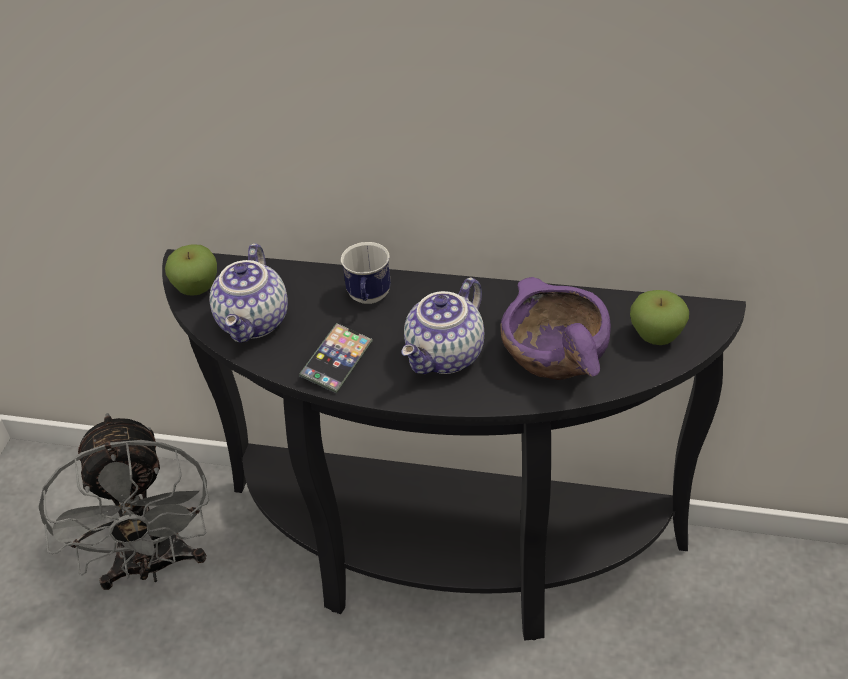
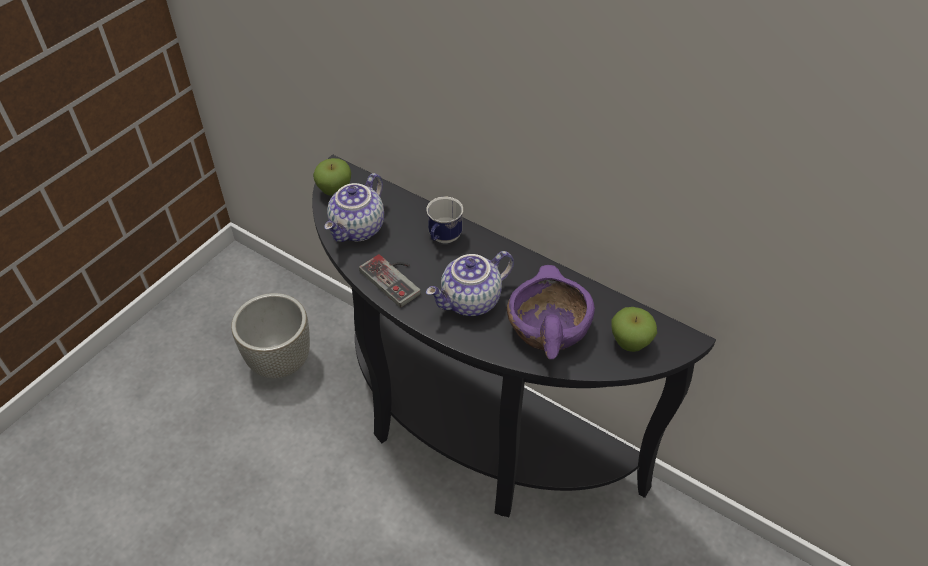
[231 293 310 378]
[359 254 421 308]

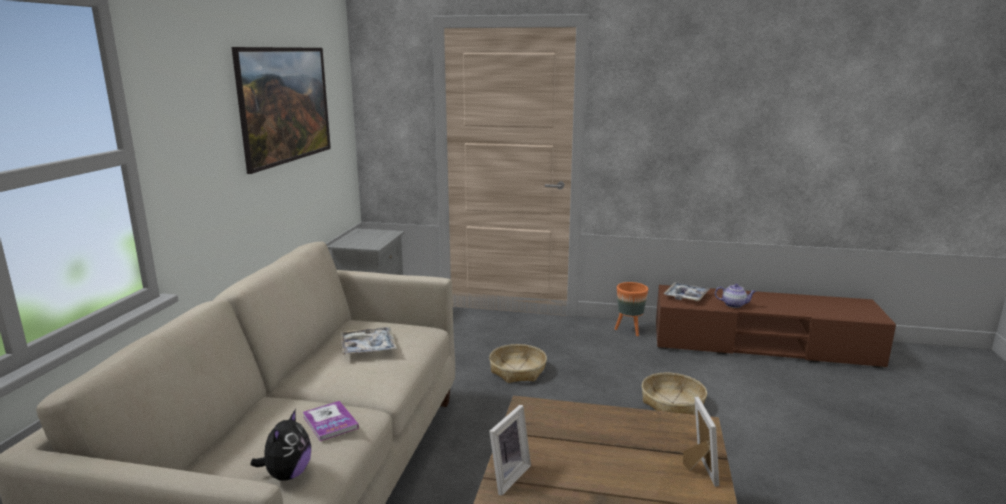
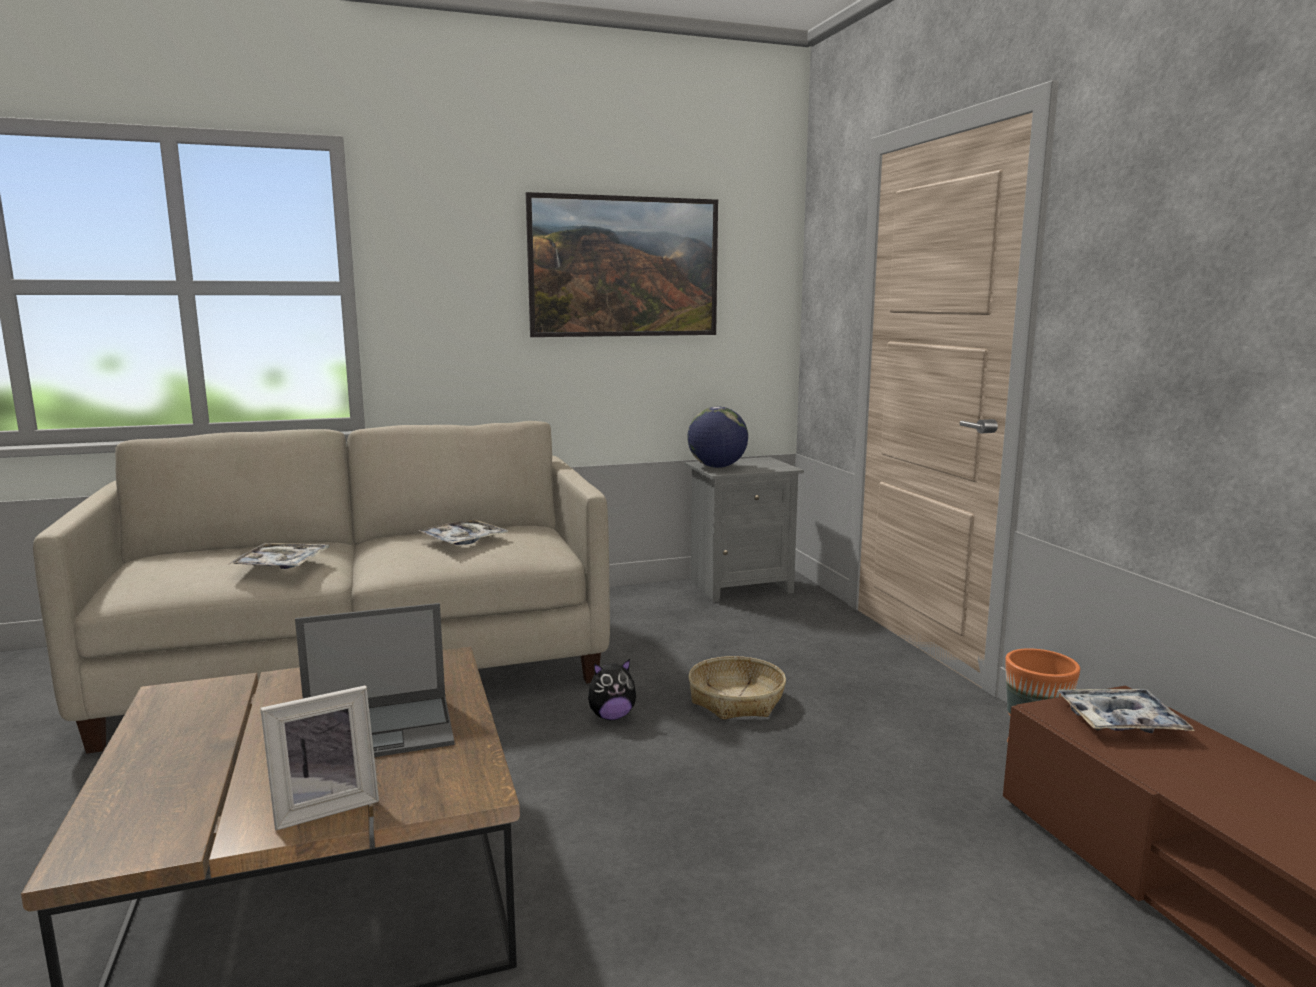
[227 543 329 569]
[295 603 454 757]
[588 659 636 720]
[687 407 748 468]
[489 405 531 496] (first image)
[642 373 707 415] (first image)
[715 284 756 308] (first image)

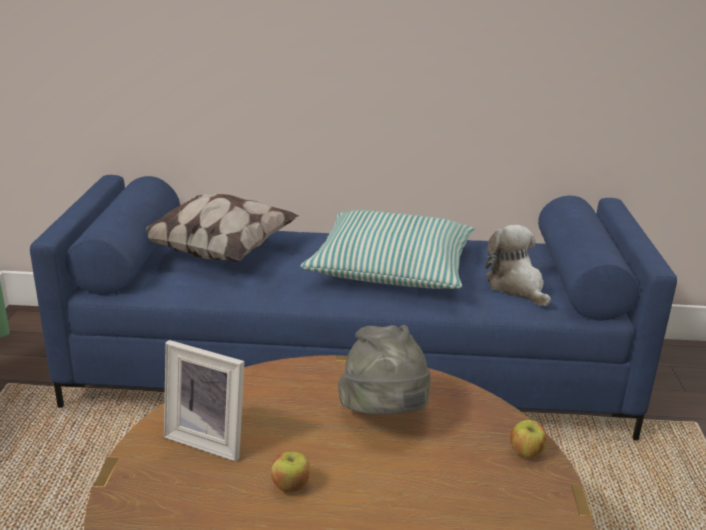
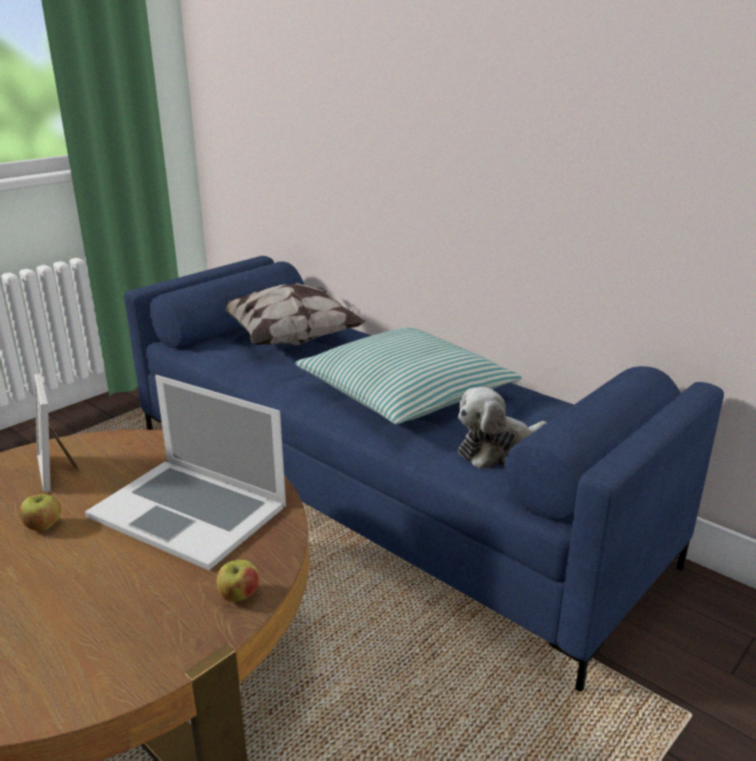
[85 375 286 570]
[458 387 547 469]

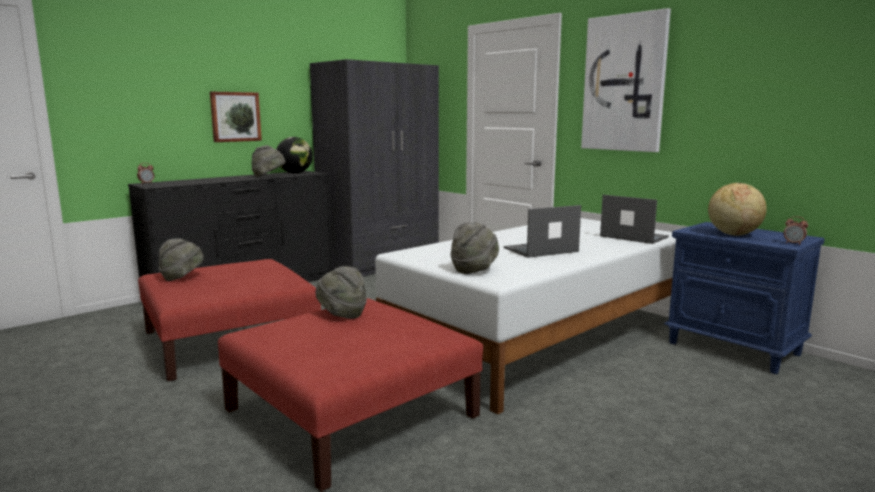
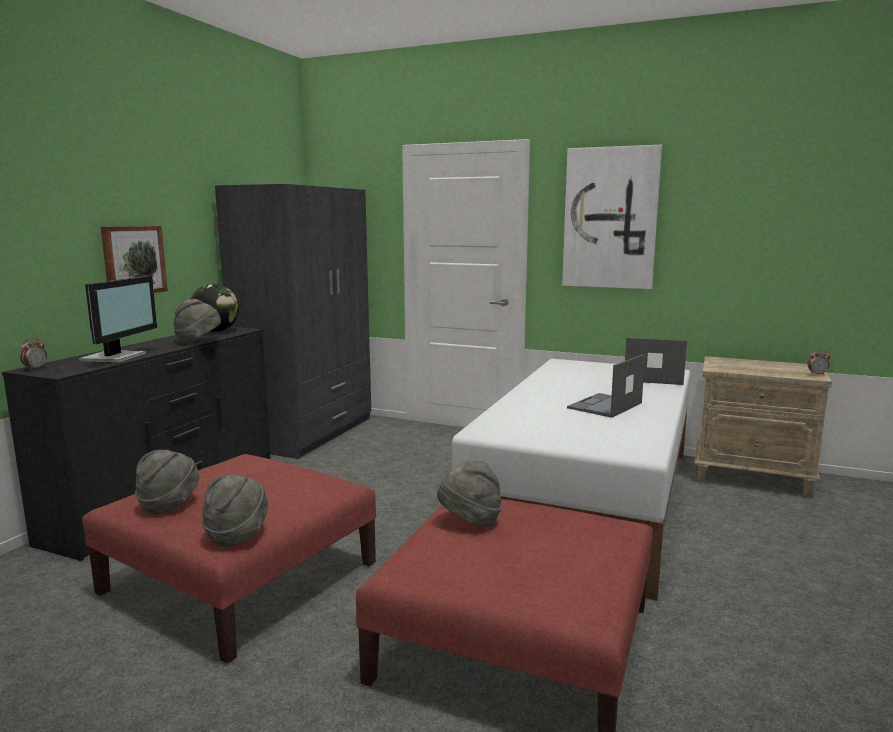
[79 276 157 363]
[202 474 268 547]
[694 356 832 497]
[708 183 767 235] (first image)

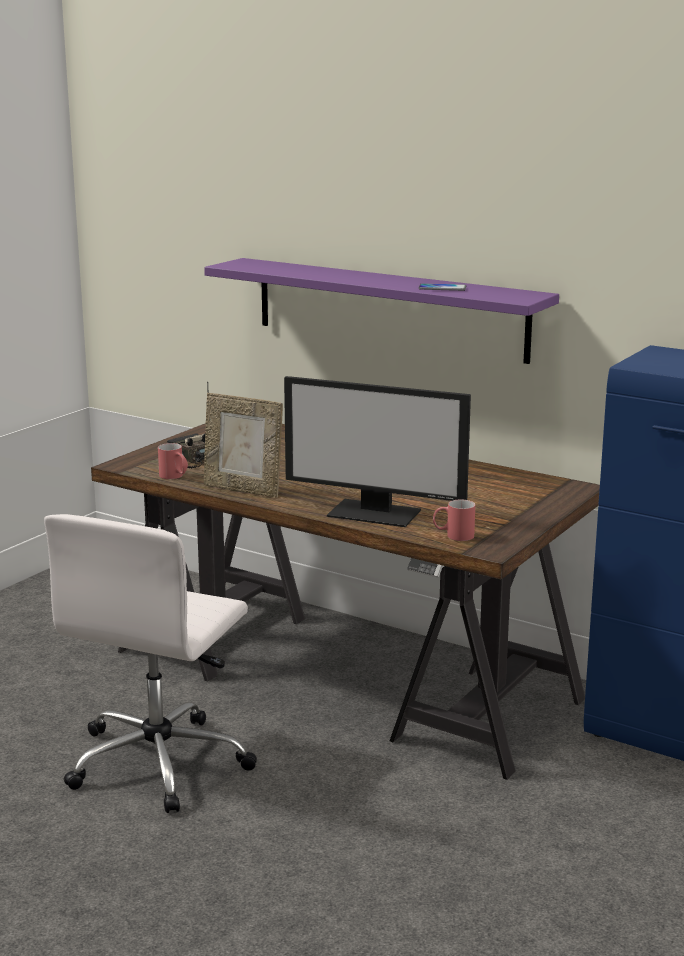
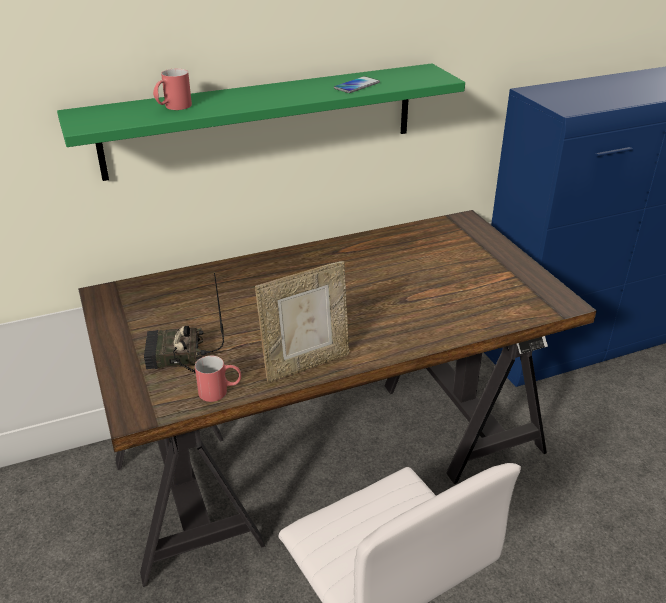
[57 64 465 181]
[153 69 192 110]
[284 376 471 527] (first image)

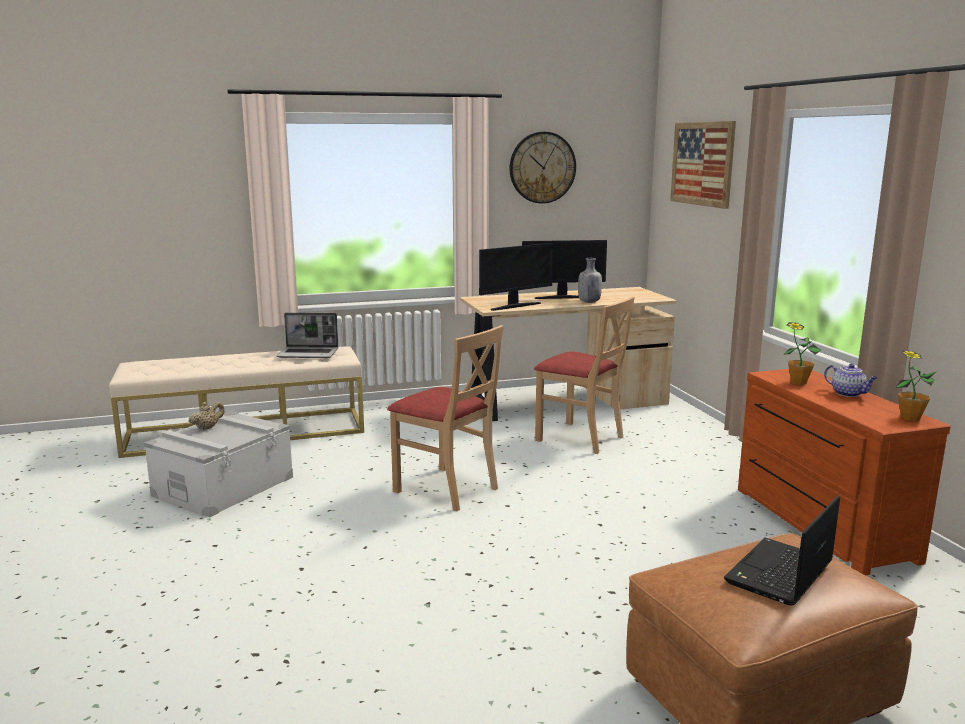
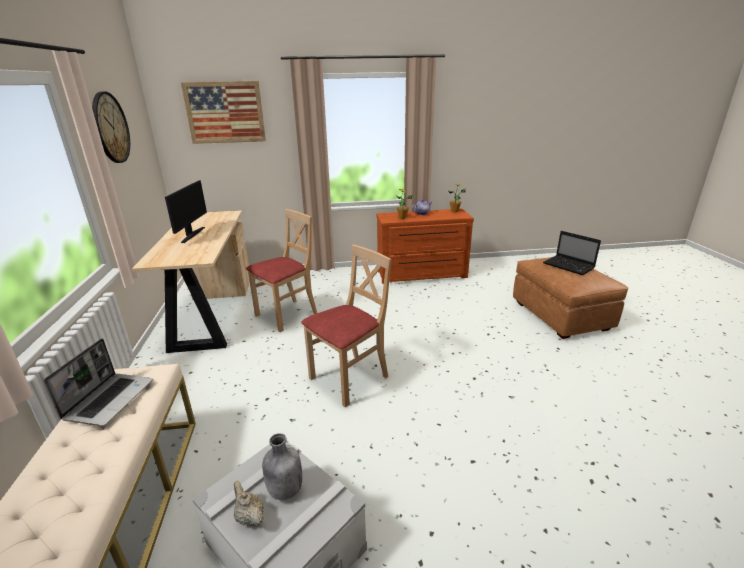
[262 433 302 500]
[479 243 553 311] (first image)

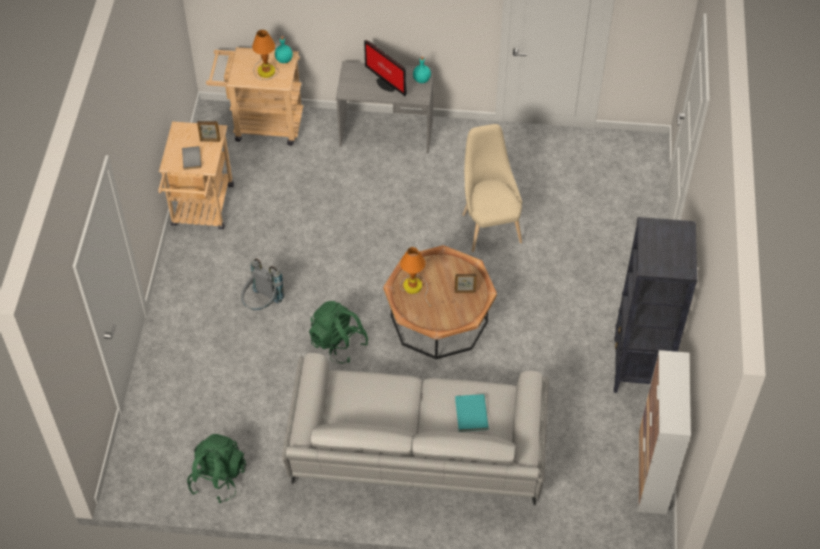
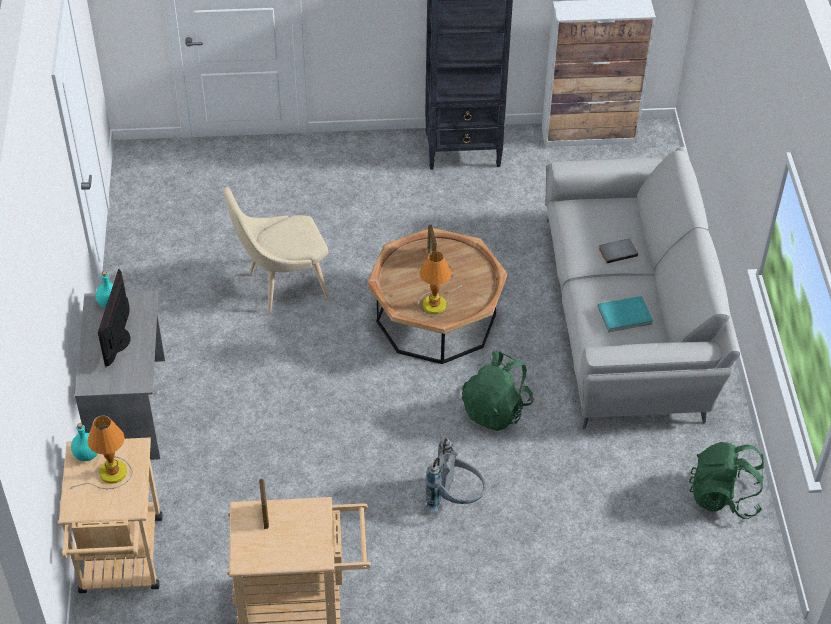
[98 269 131 367]
[598 296 653 332]
[599 239 638 263]

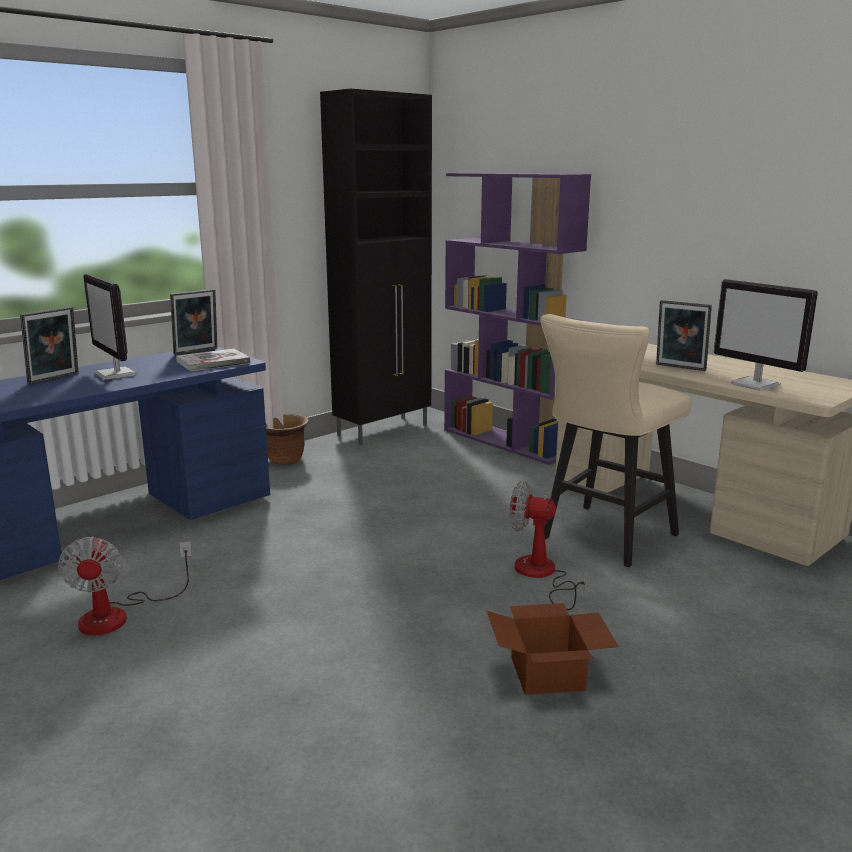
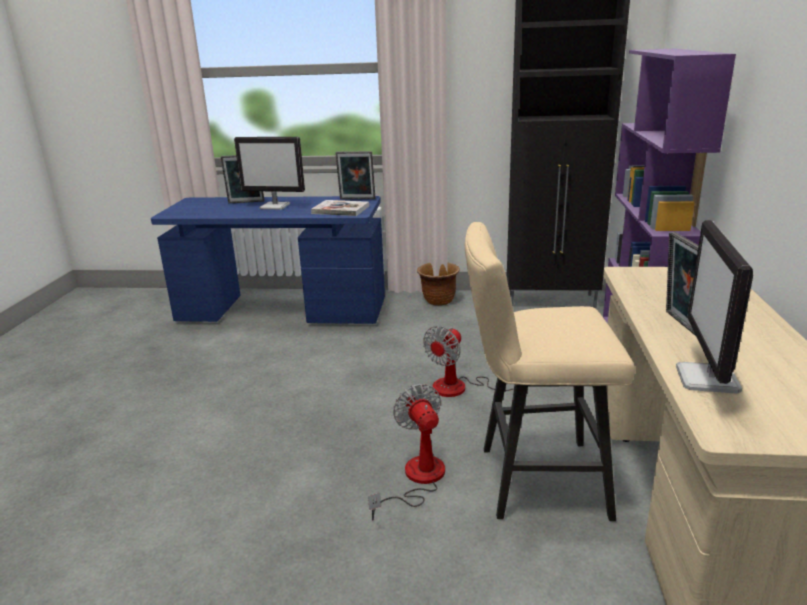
[234 137 305 210]
[423 326 514 397]
[487 603 619 695] (first image)

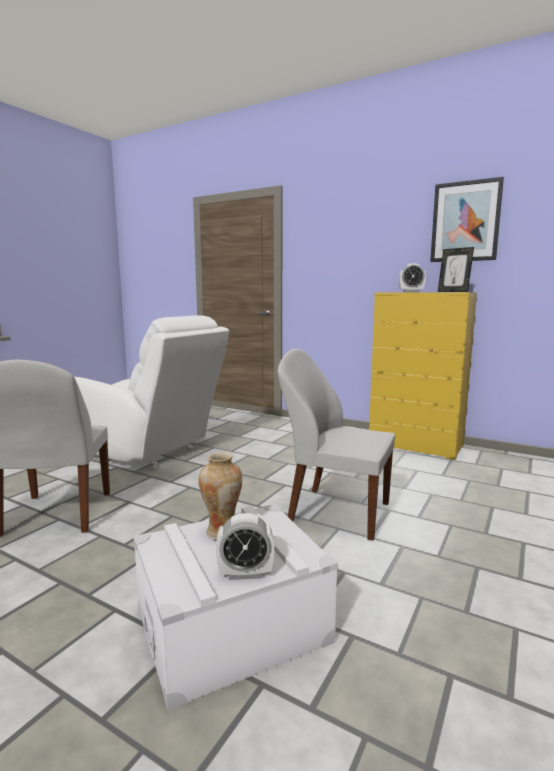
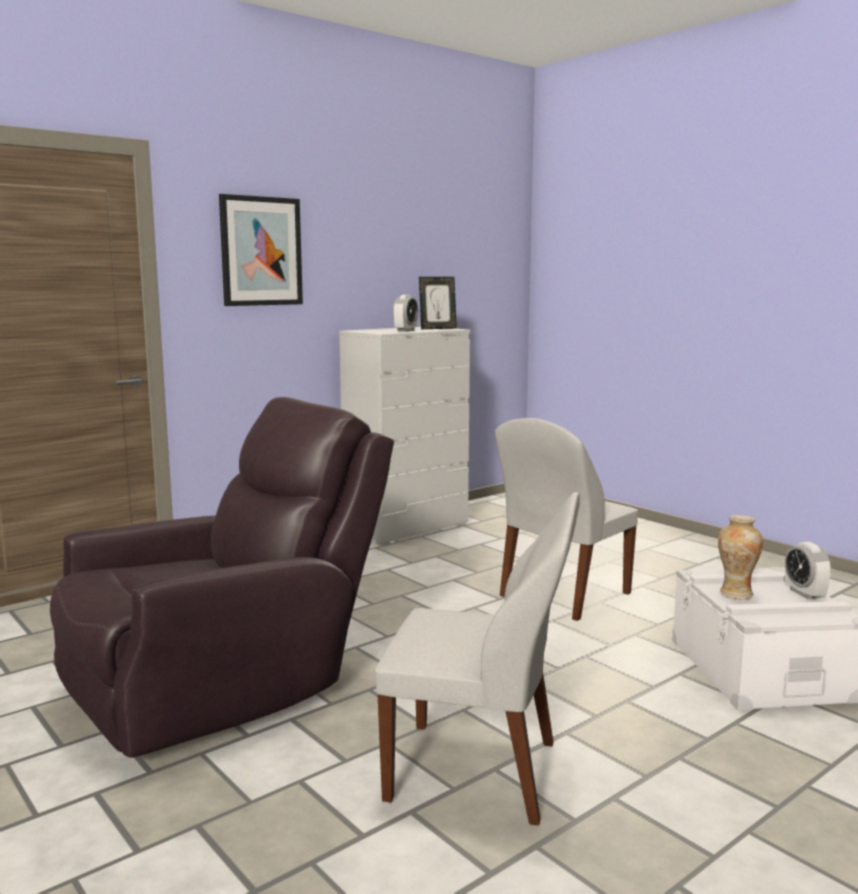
[50 397 394 758]
[219 194 303 306]
[339 327 470 546]
[785 542 831 600]

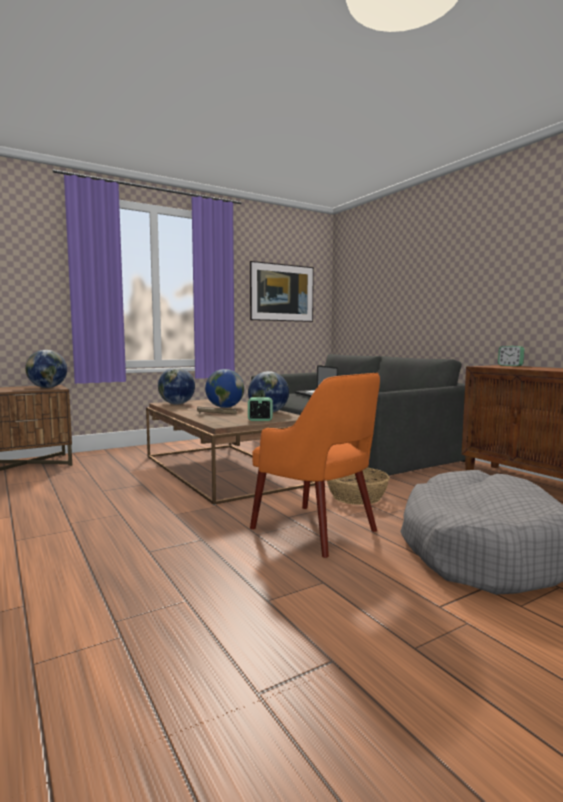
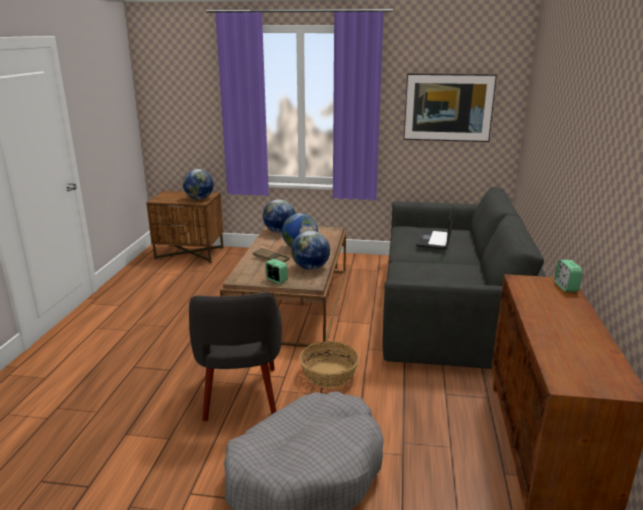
[189 292 282 421]

